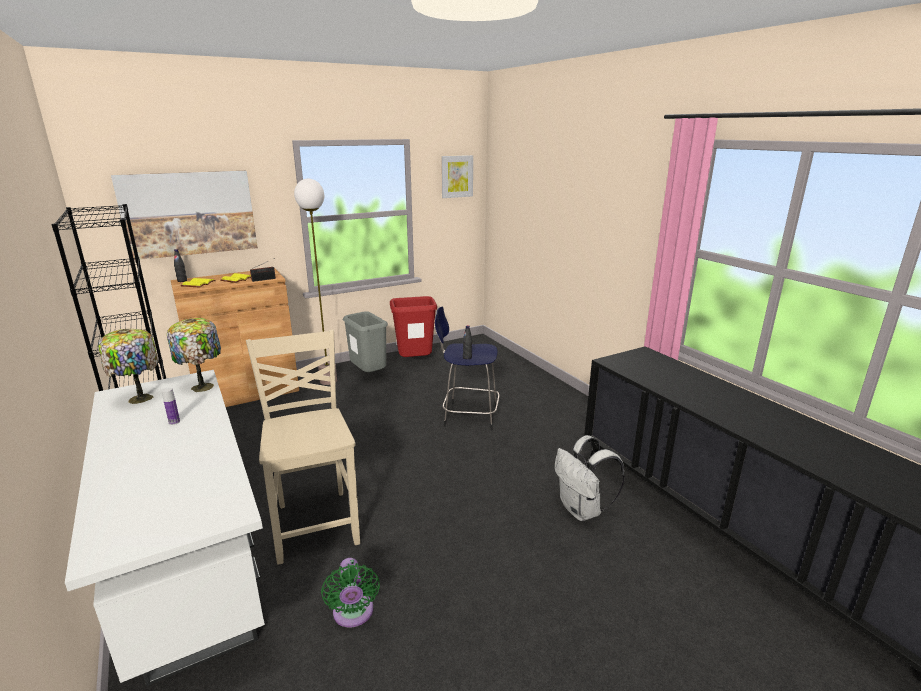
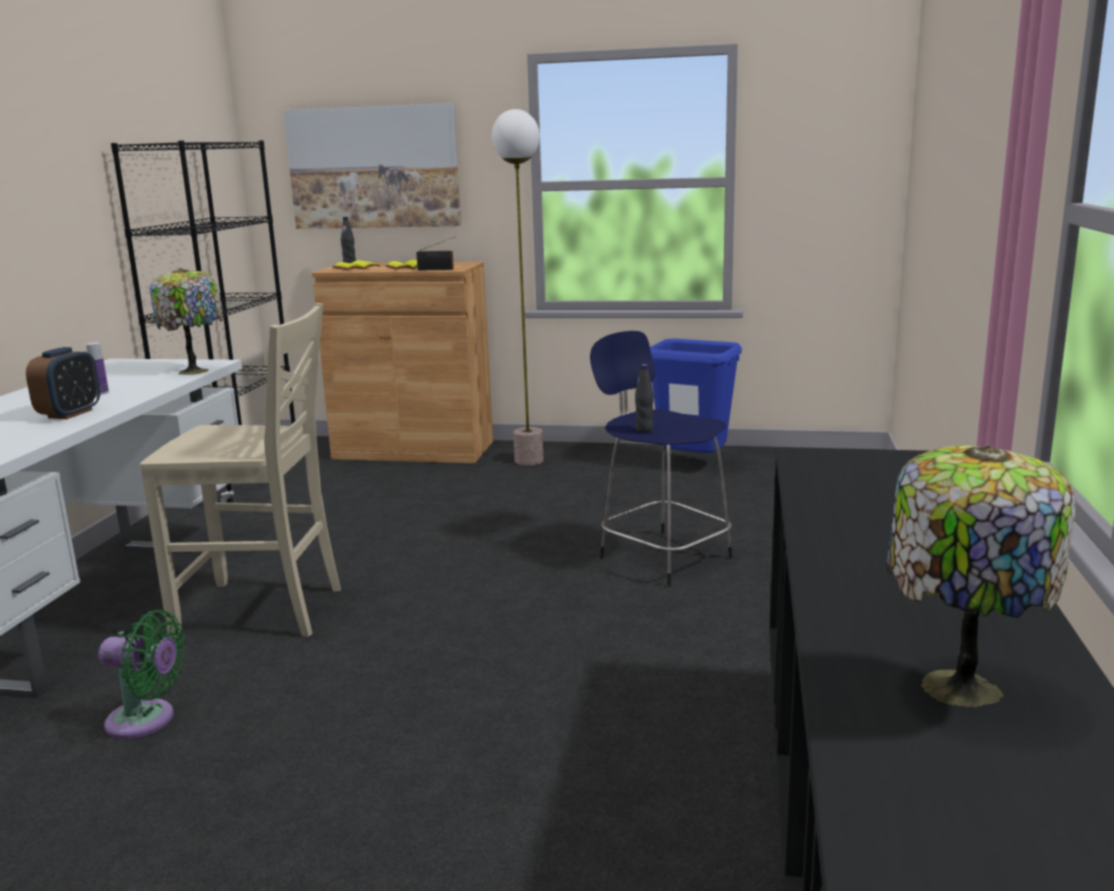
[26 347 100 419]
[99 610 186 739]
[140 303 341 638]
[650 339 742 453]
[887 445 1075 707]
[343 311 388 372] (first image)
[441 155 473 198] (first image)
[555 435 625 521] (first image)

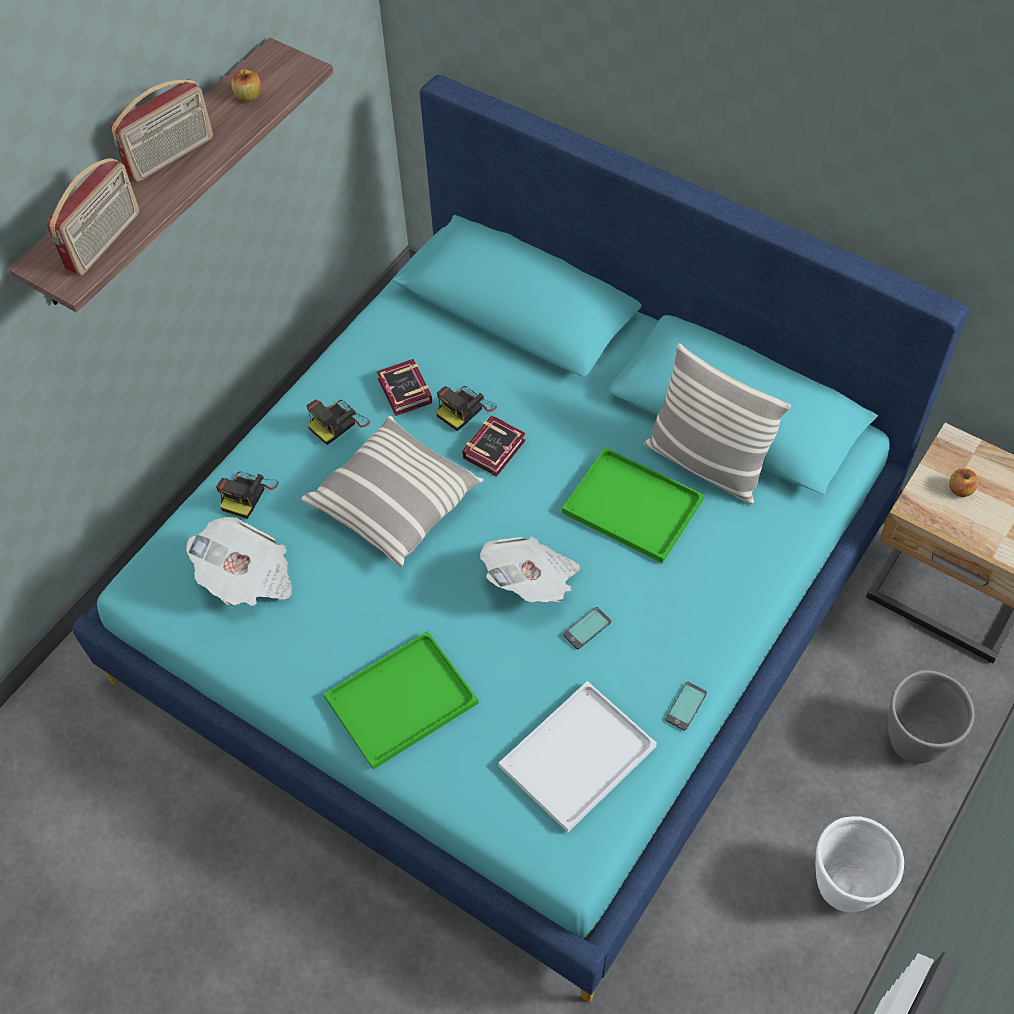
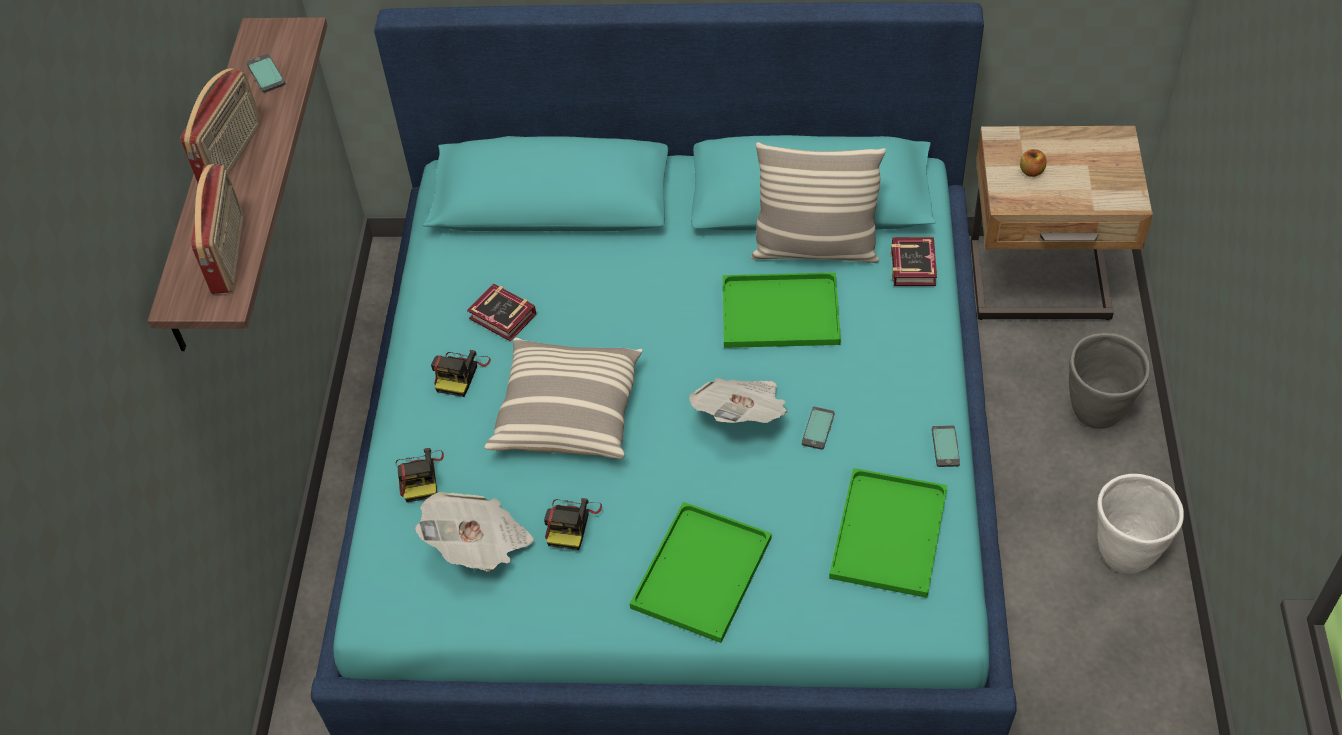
[246 54 286 93]
[544 498 602 550]
[829 468 948 598]
[891 237 937 286]

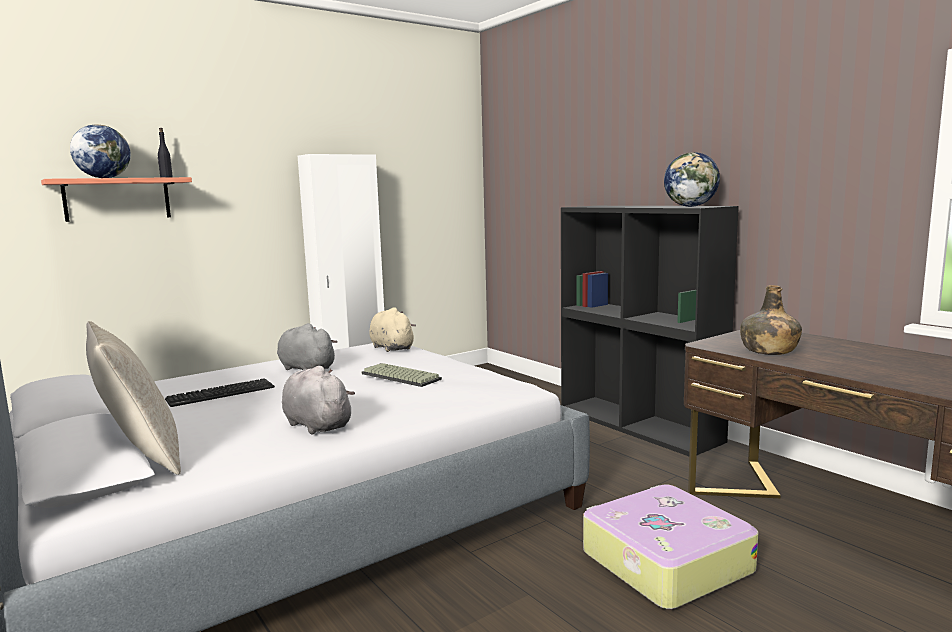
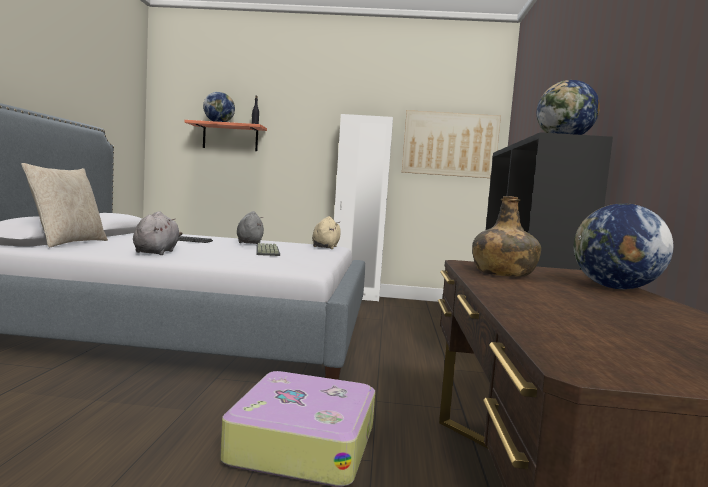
[402 110 501 178]
[573 203 673 289]

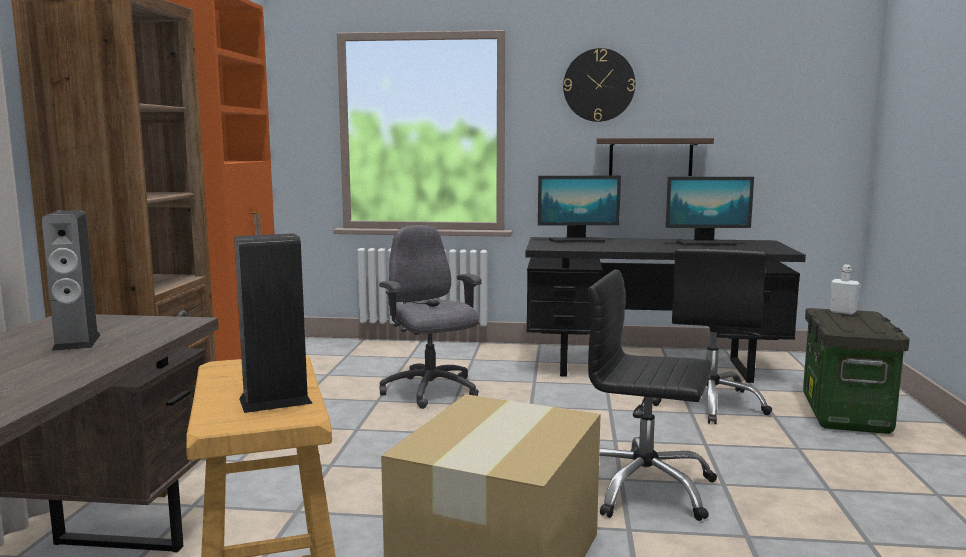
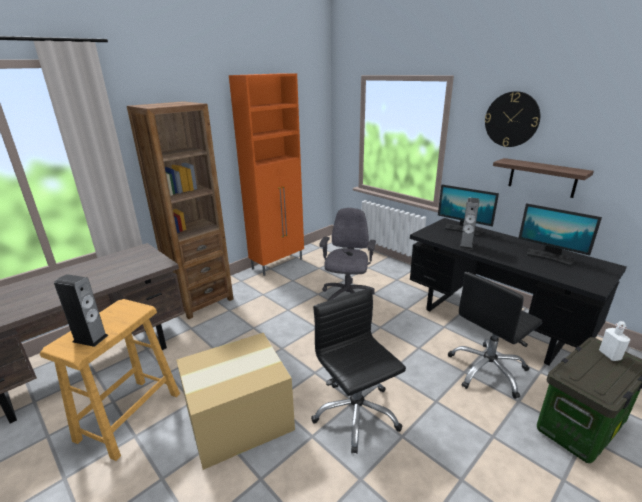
[459 198 479 250]

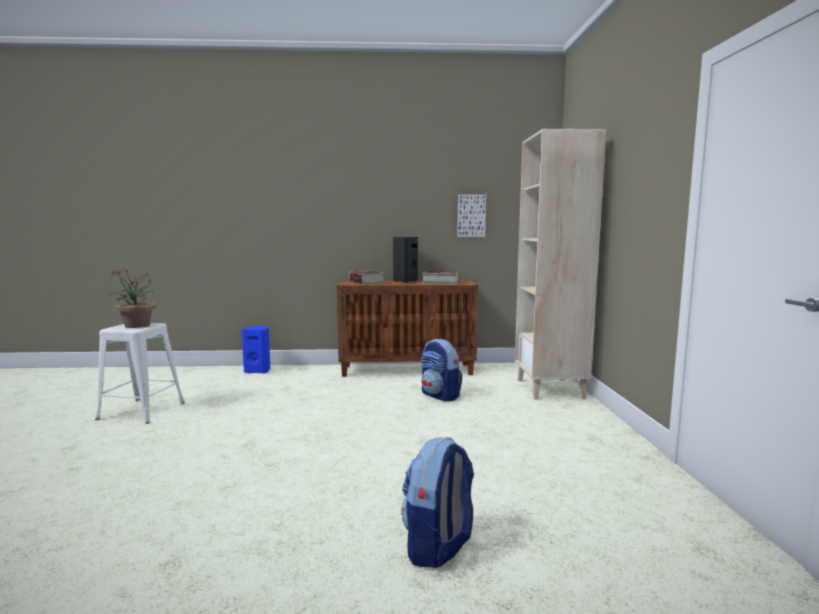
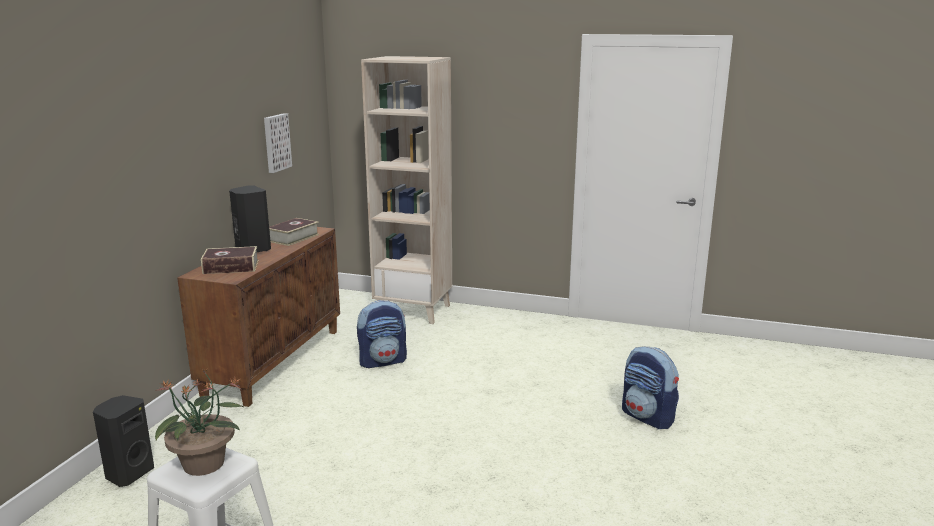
[93 395 154 487]

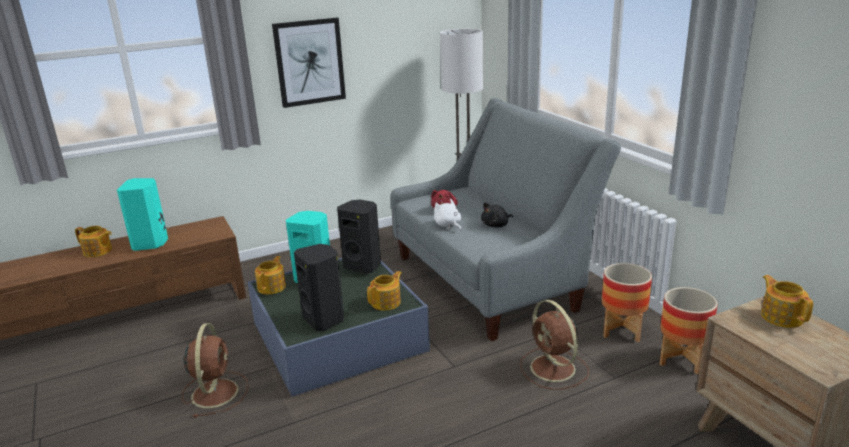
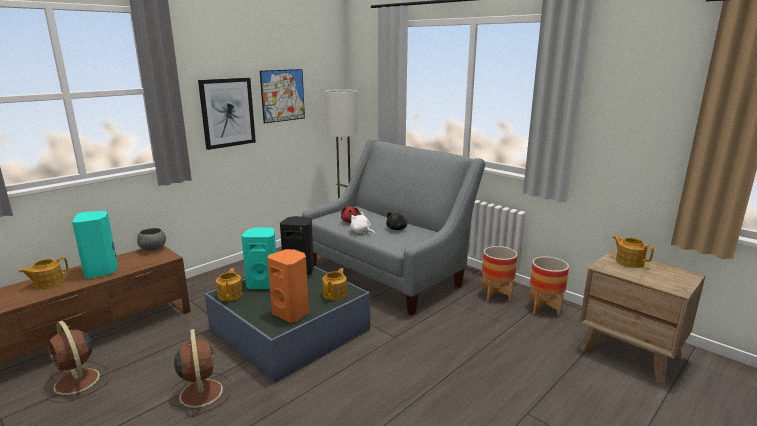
[19 257 69 289]
[43 321 112 403]
[137 228 166 251]
[260 69 305 123]
[267 249 309 323]

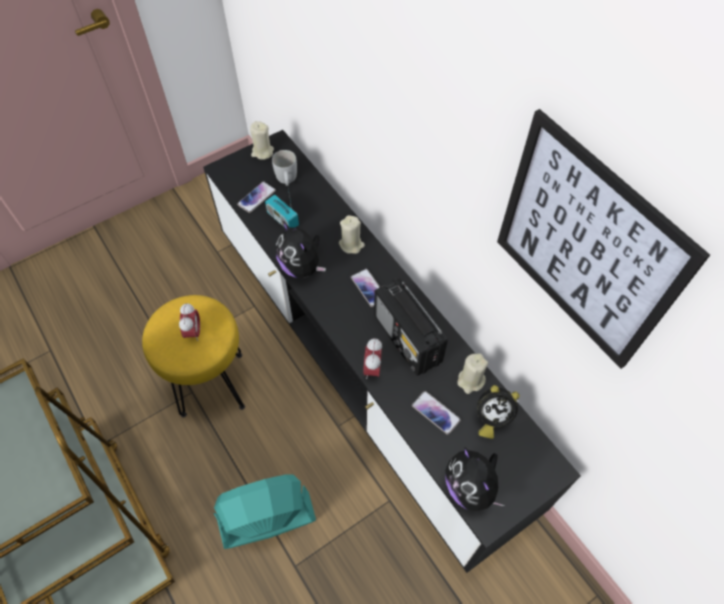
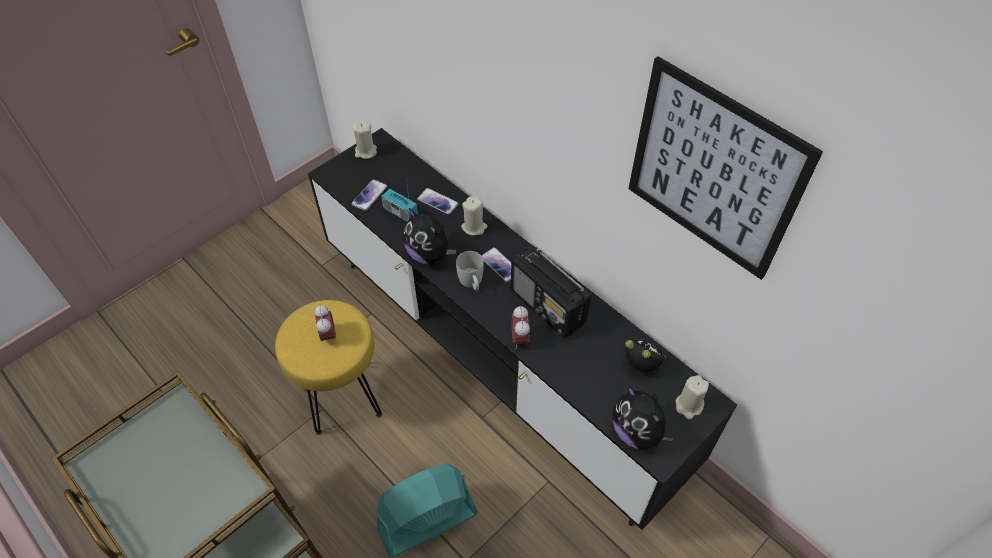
[417 188 459 215]
[456 251 484 290]
[625 337 666 372]
[676 375 709 420]

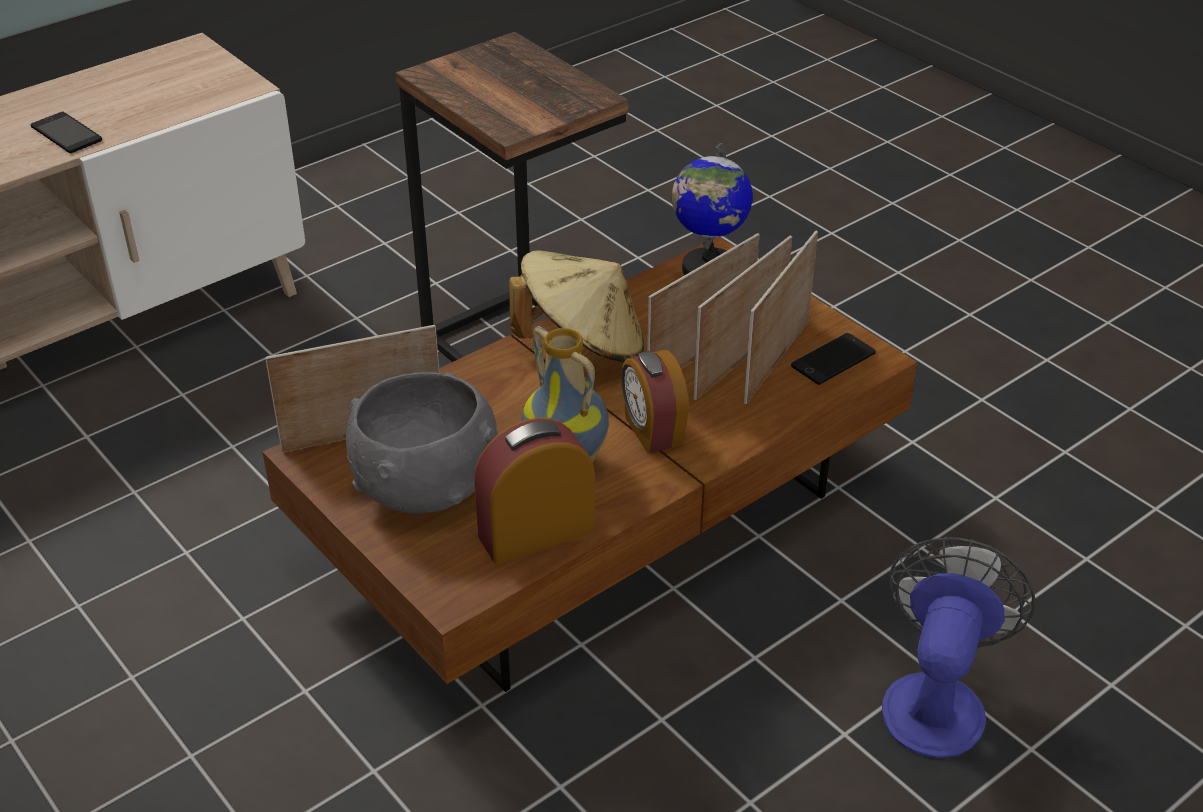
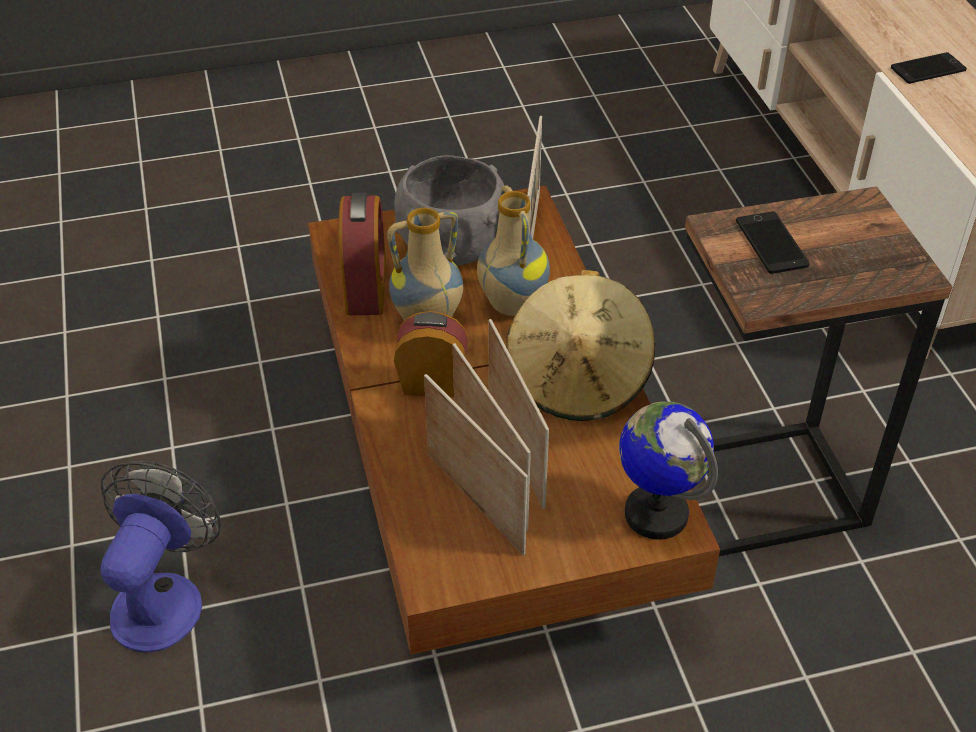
[101 461 222 652]
[477 185 550 316]
[736 211 810 274]

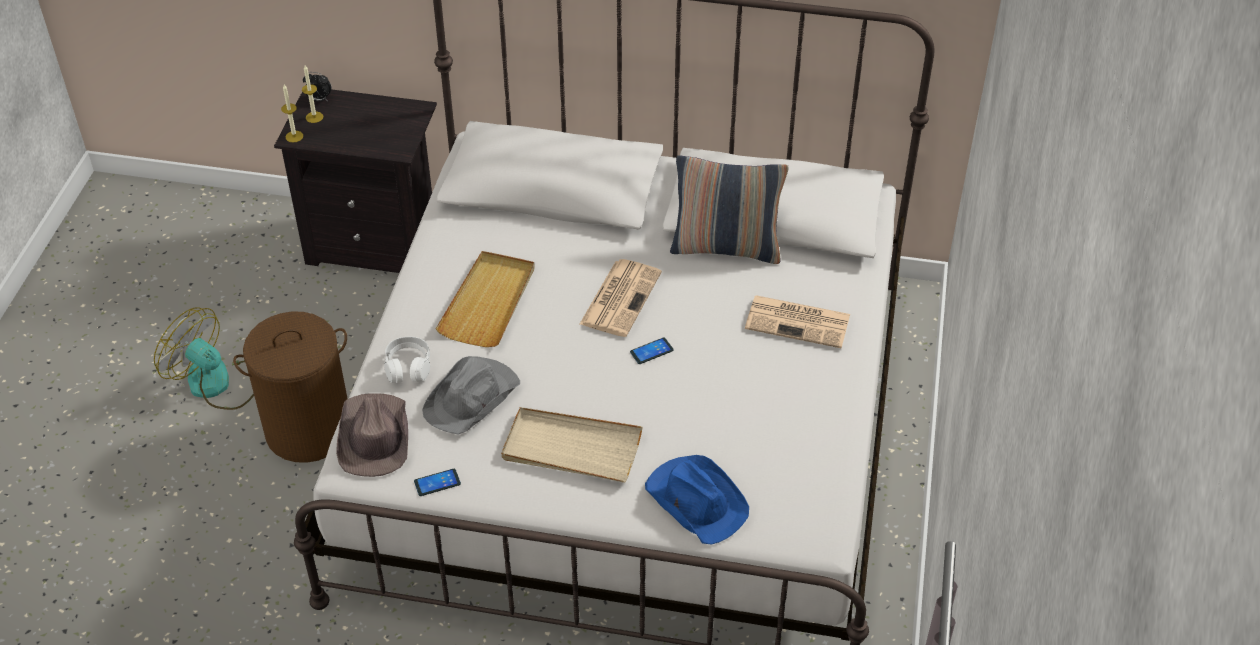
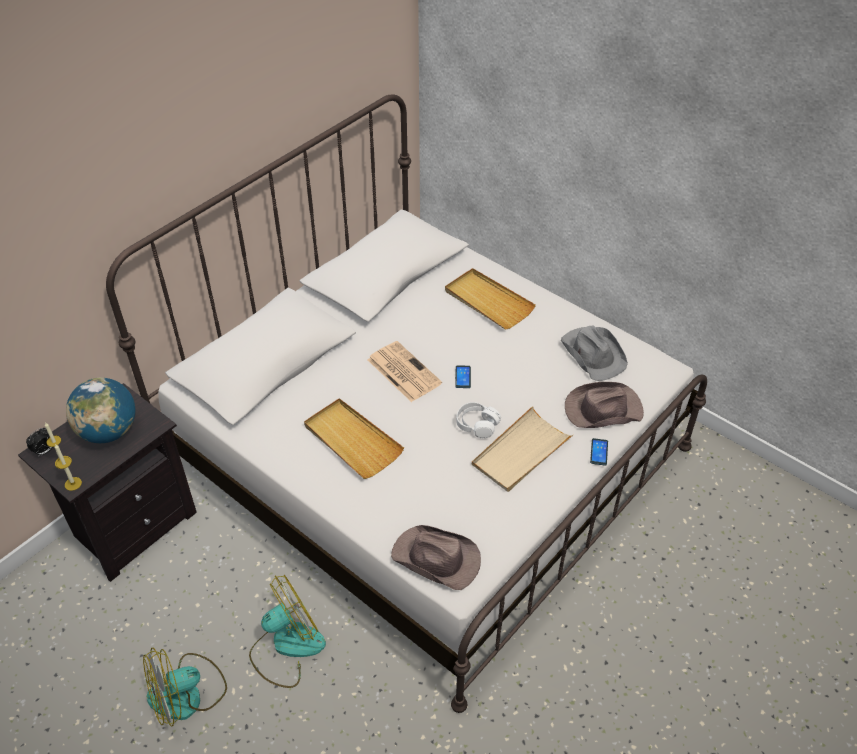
[66 377 135 443]
[249 575 326 688]
[445 268 536 329]
[456 402 501 438]
[561 326 628 381]
[565 382 644 428]
[590 438 608 466]
[670 155 789 264] (first image)

